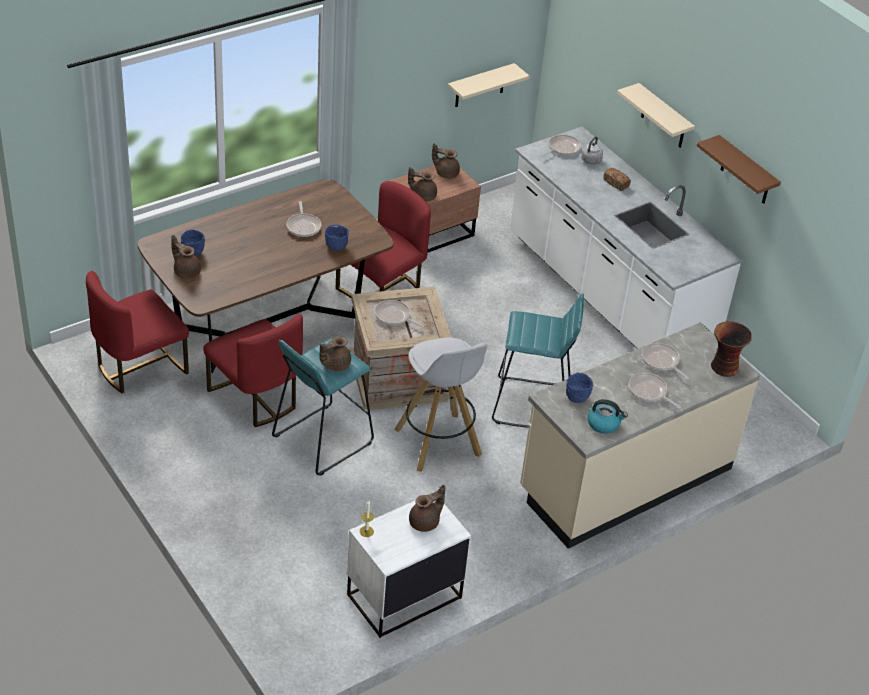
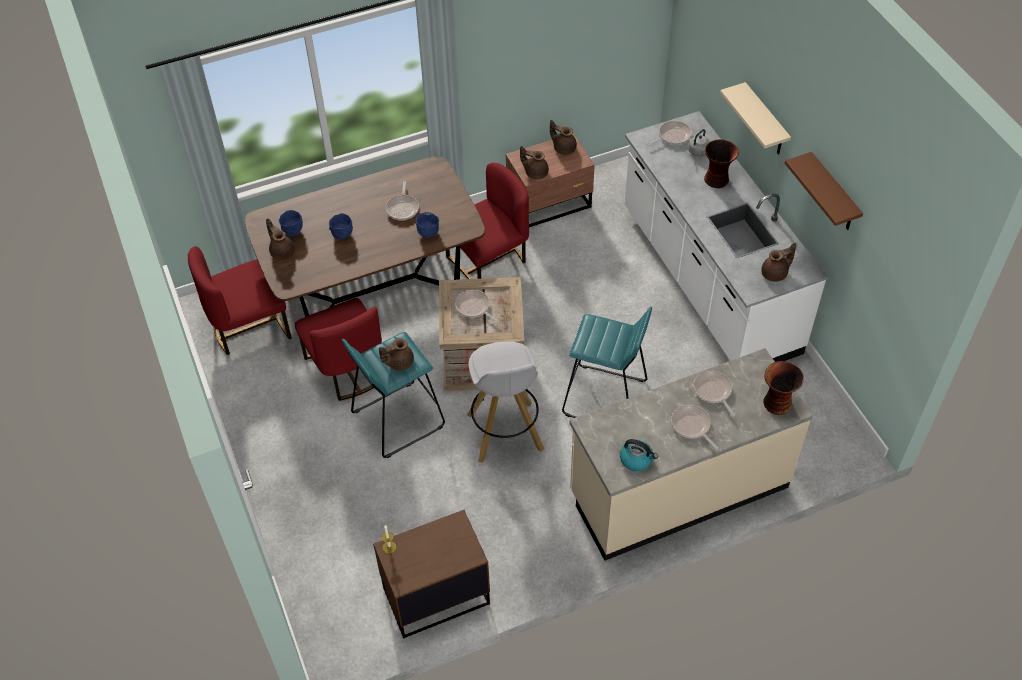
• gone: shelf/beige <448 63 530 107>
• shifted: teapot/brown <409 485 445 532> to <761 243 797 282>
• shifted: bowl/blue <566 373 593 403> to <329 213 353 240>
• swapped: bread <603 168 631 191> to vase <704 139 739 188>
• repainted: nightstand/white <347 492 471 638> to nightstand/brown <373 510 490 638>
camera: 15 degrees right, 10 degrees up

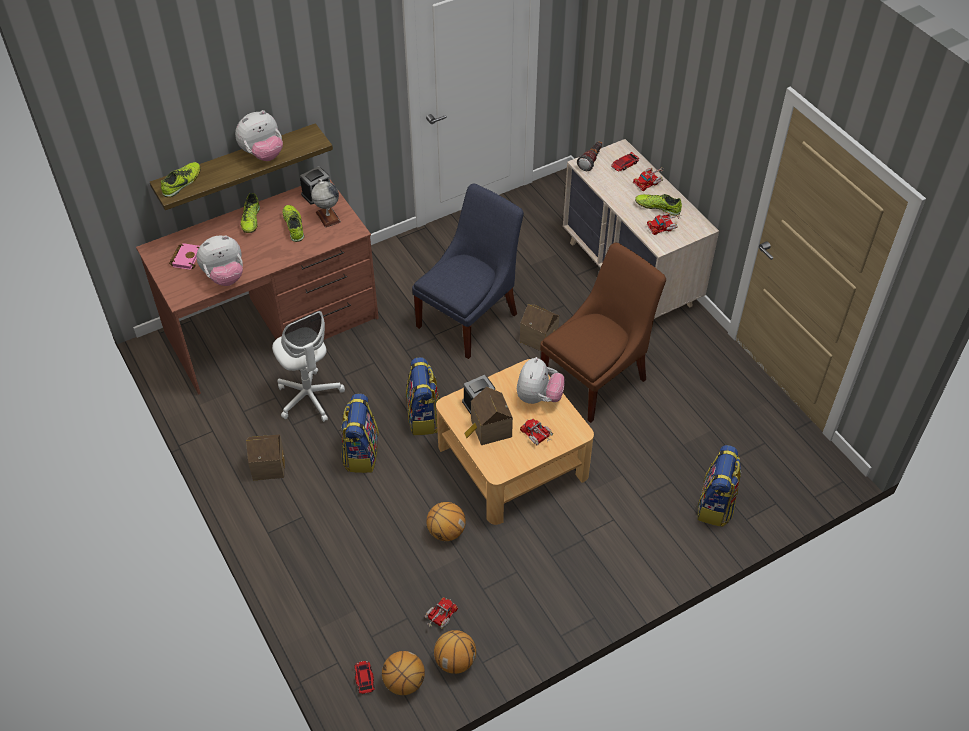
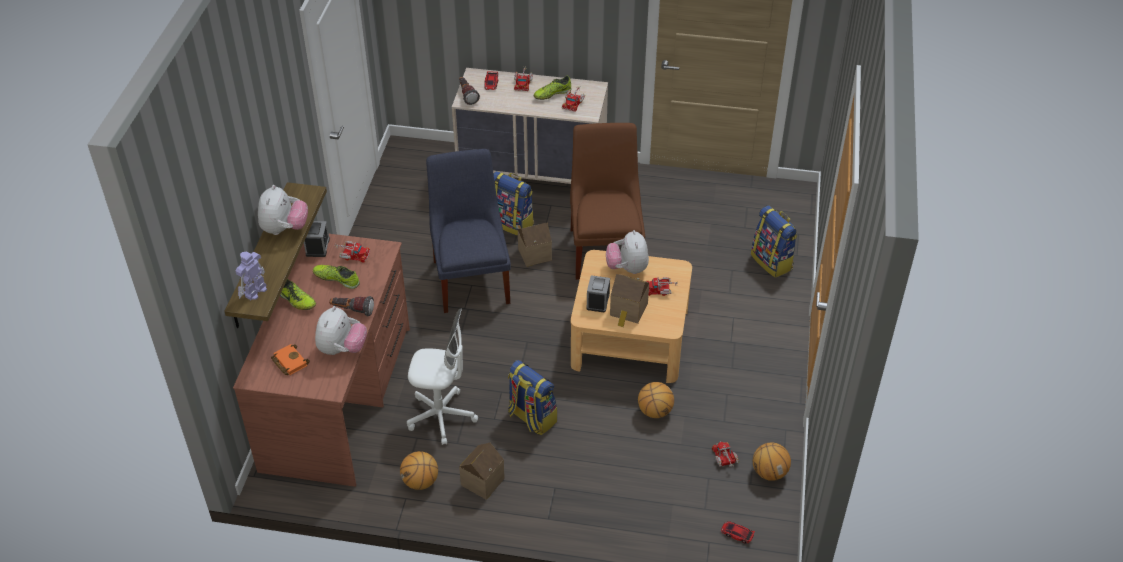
• new: flashlight <329 296 374 316>
• shifted: basketball <382 651 425 695> to <400 451 438 490>
• shifted: backpack <406 357 439 435> to <493 171 534 236>
• swapped: shoe <161 162 201 197> to toy robot <236 252 267 300>
• swapped: globe <311 179 341 228> to toy truck <334 241 370 263>
• repainted: book/pink <169 243 200 270> to book/orange <271 344 310 375>
• rotated: plush toy <517 357 565 404> = <606 230 649 274> 150 degrees counterclockwise
camera: 50 degrees left, 5 degrees down

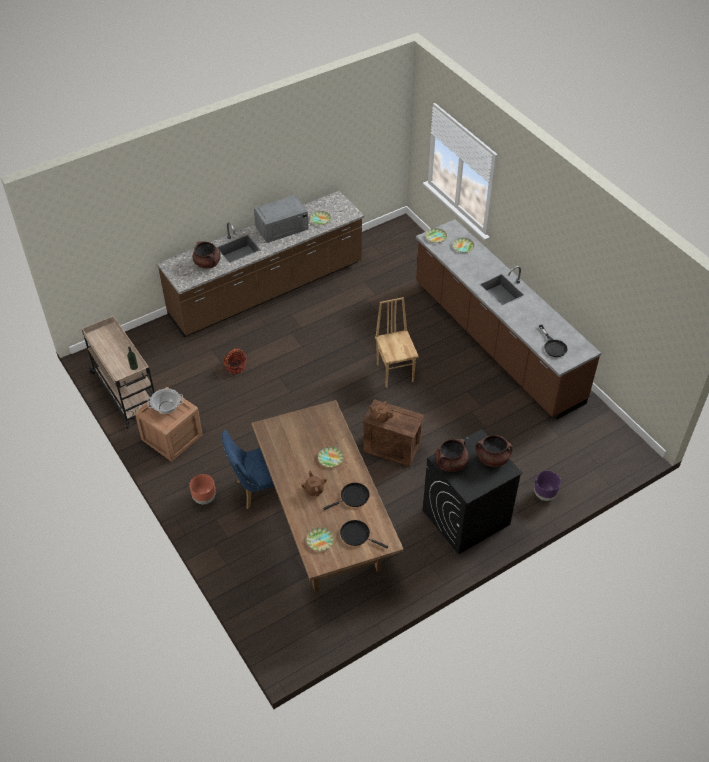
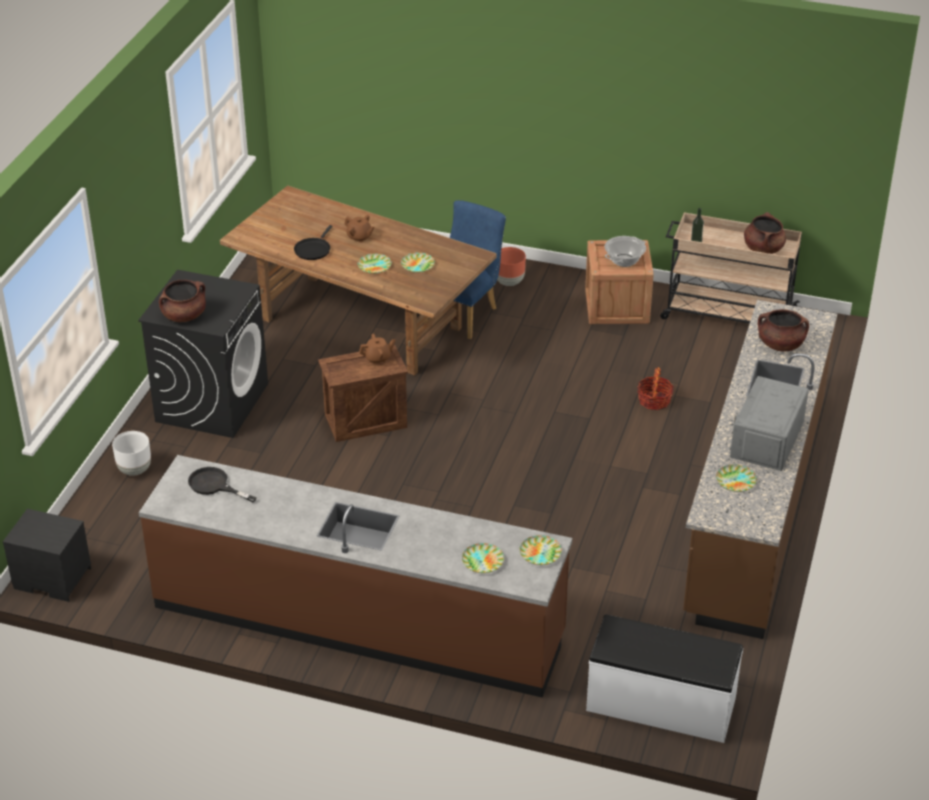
• gone: frying pan/black <340 520 388 548>
• gone: chair/brown <375 297 419 388>
• new: nightstand/black <3 509 91 602>
• new: bench/white <586 615 743 743>
• shifted: plate <306 527 334 551> to <401 252 435 273>
• shifted: cooking pot/brown <435 439 469 472> to <744 212 786 254>
• repainted: planter/purple <534 471 561 501> to planter/white <112 431 151 476>
camera: 140 degrees right, 10 degrees down

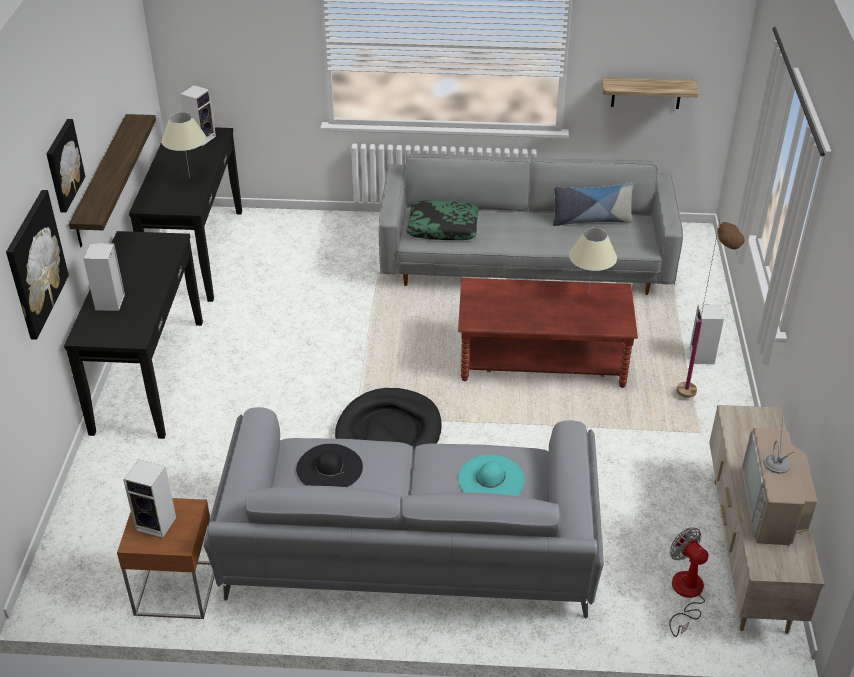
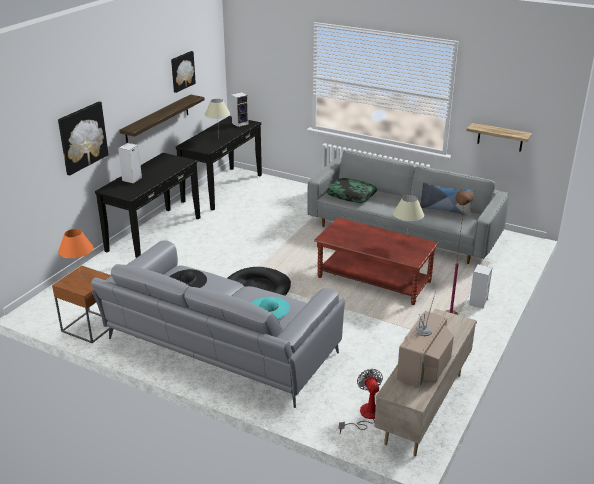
• shifted: picture <46 119 85 213> to <171 51 196 93>
• swapped: speaker <123 459 176 538> to table lamp/orange <58 229 93 278>
camera: 25 degrees right, 10 degrees down

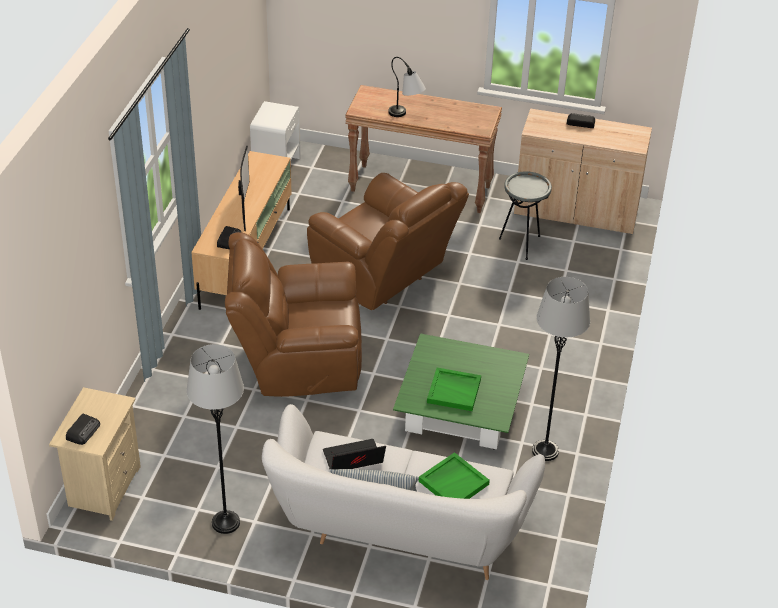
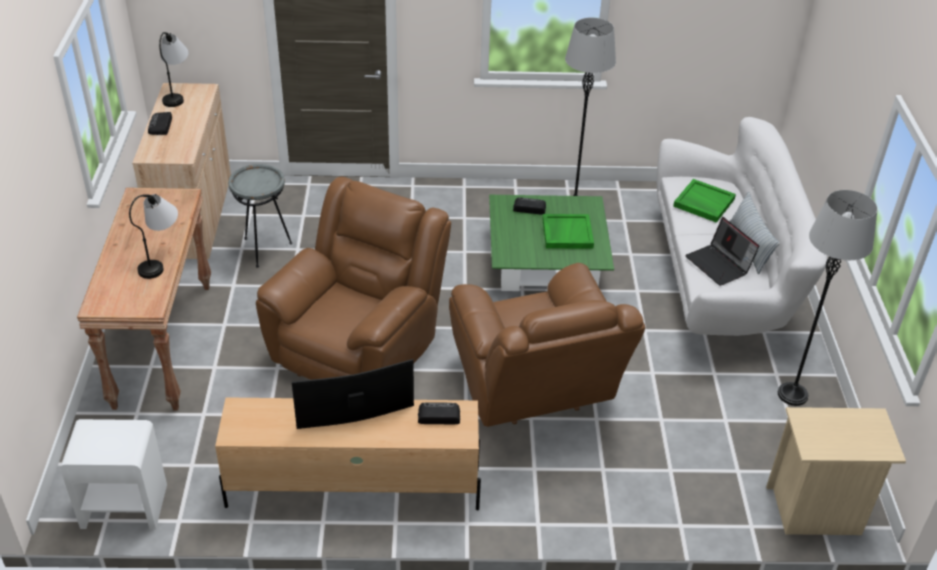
• new: table lamp <159 32 189 107>
• shifted: radio <66 414 100 445> to <513 197 546 215>
camera: 105 degrees left, 0 degrees up

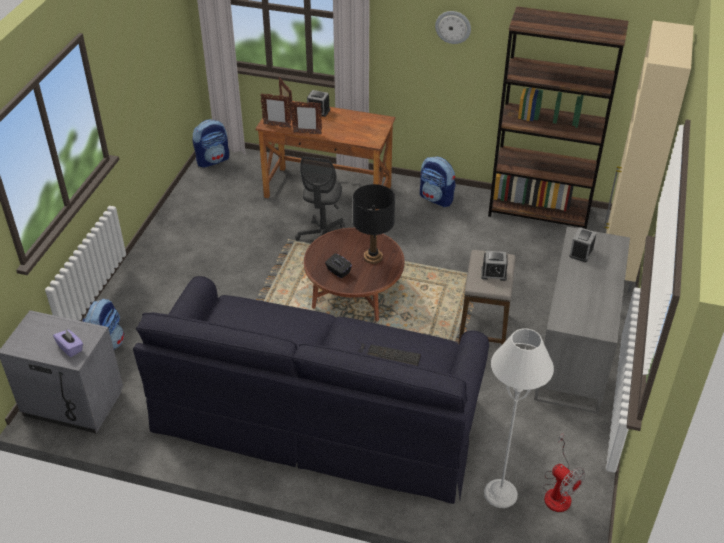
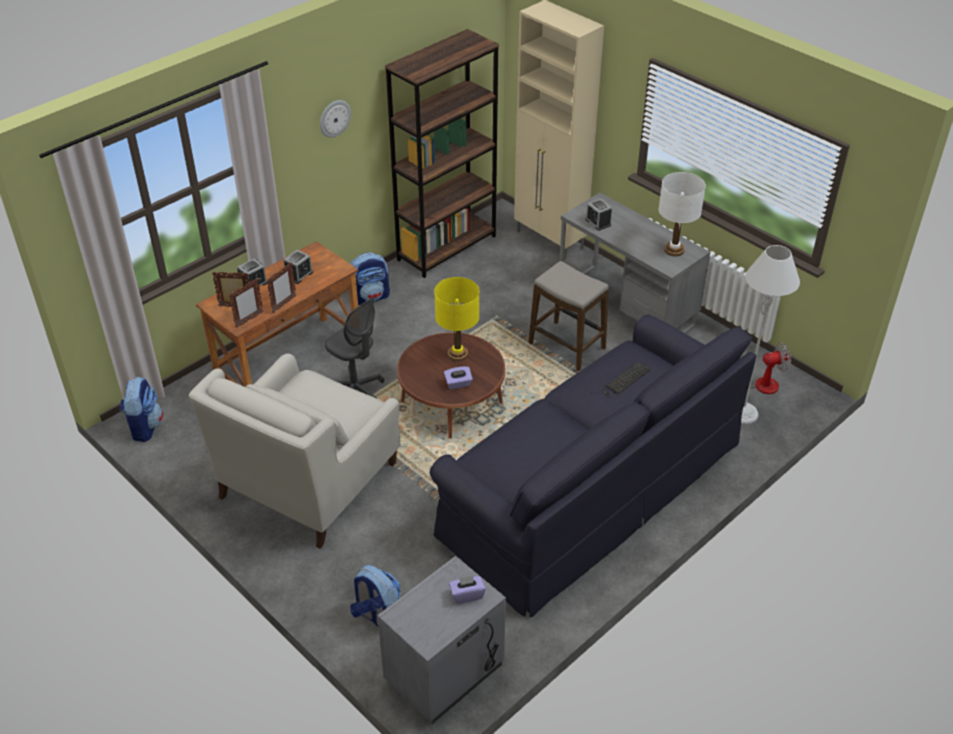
• new: armchair/white <189 353 401 549>
• new: table lamp/white <659 172 706 257>
• shifted: alarm clock <481 251 508 281> to <284 250 313 284>
• repainted: tissue box/black <325 253 352 278> to tissue box/purple <444 366 473 389>
• repainted: table lamp/black <353 184 395 264> to table lamp/yellow <434 277 479 362>
camera: 60 degrees left, 0 degrees up

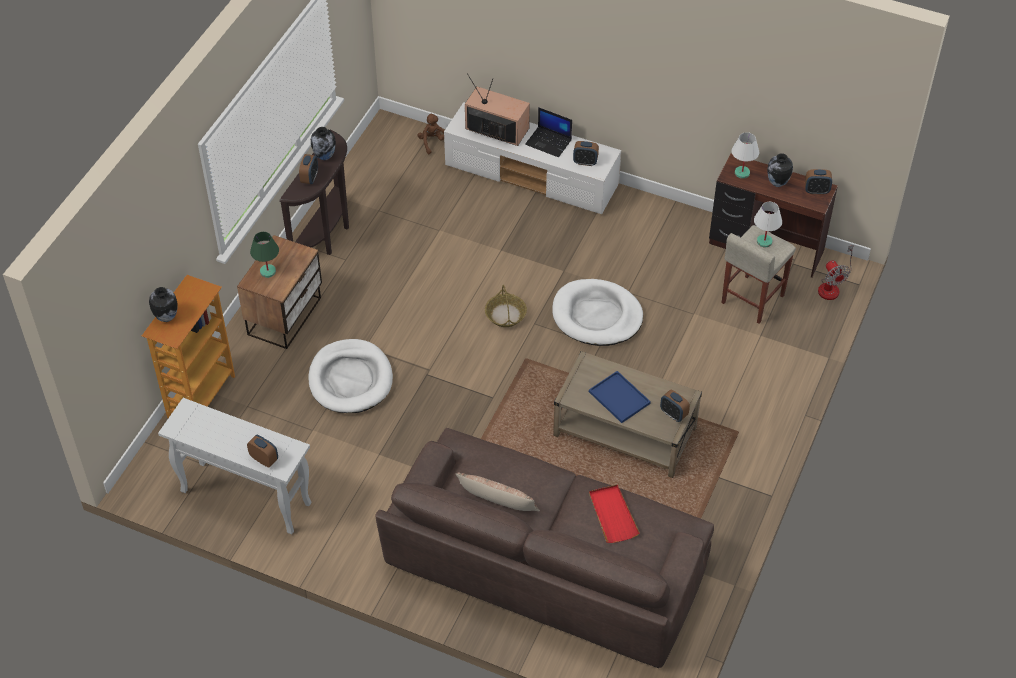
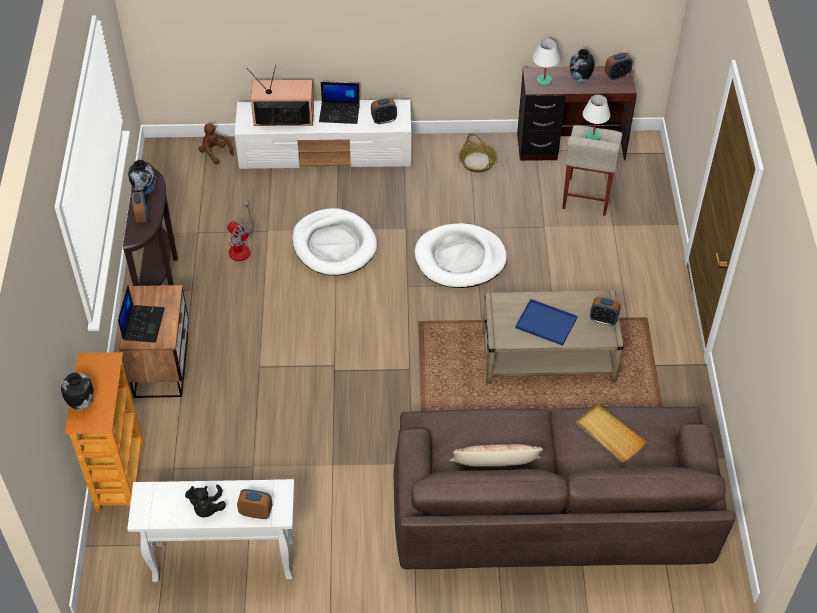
• new: plush toy/black <185 484 226 518>
• shifted: dog bed/white <308 339 393 413> to <292 208 377 275>
• shifted: basket <485 285 527 327> to <458 134 498 173>
• shifted: fan <818 245 854 300> to <227 200 254 261>
• swapped: table lamp/green <250 232 279 278> to laptop <118 285 165 343>
• repainted: tray/red <589 485 640 543> to tray/beige <576 404 647 462>
camera: 25 degrees left, 0 degrees up

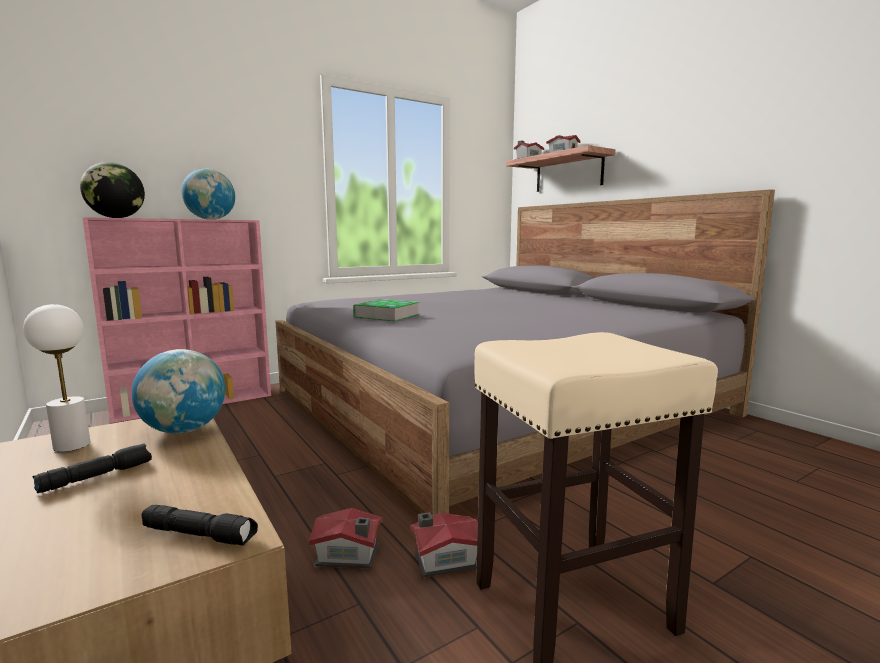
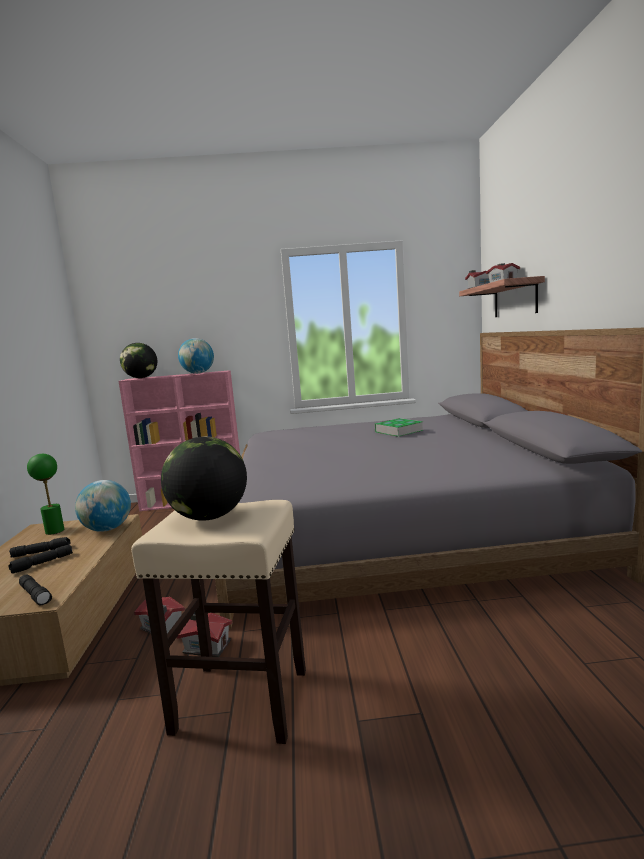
• new: flashlight/black <8 544 73 574>
• new: globe <161 436 247 521>
• shifted: book <353 299 419 321> to <375 418 423 437>
• repainted: table lamp/white <23 304 90 452> to table lamp/green <27 454 64 535>
camera: 30 degrees right, 0 degrees up

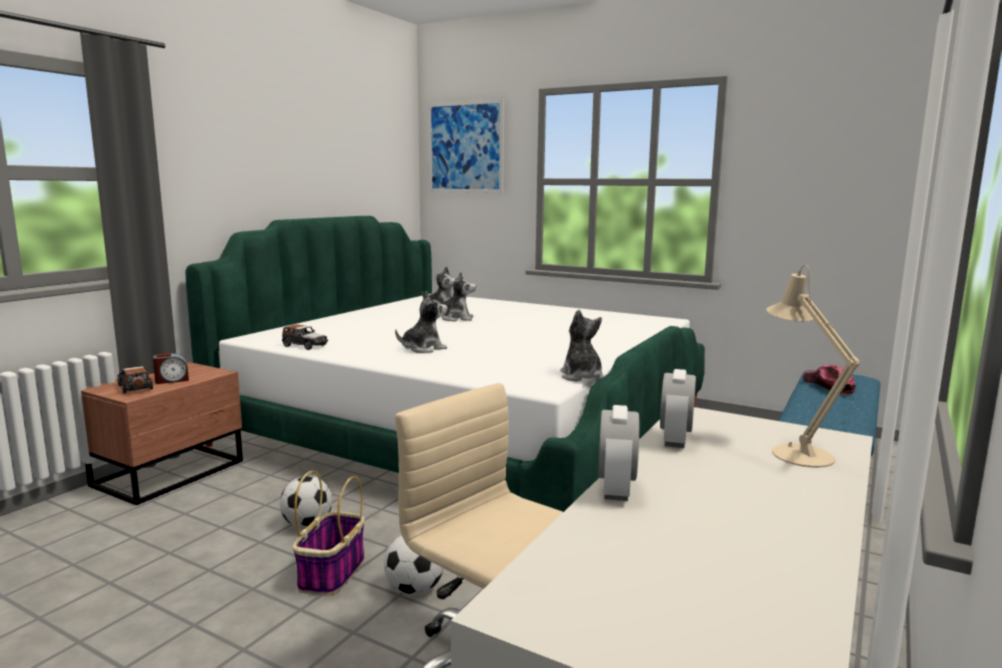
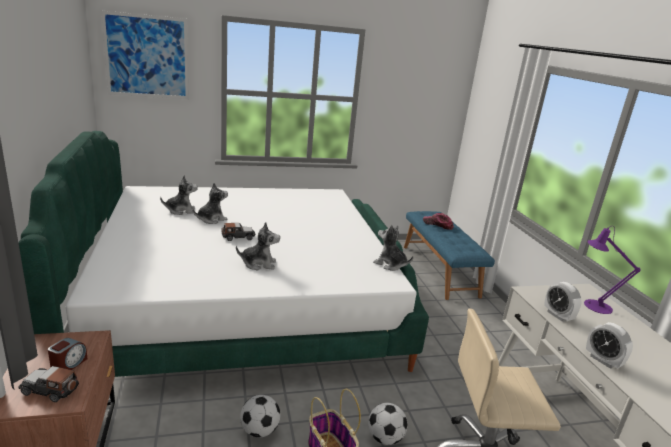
• shifted: toy car <282 324 328 350> to <221 223 255 241>
• repainted: table lamp/beige <766 265 860 468> to table lamp/purple <584 226 641 314>
• rotated: plush toy <395 291 448 353> = <236 222 280 271> 75 degrees clockwise
camera: 45 degrees left, 10 degrees up

